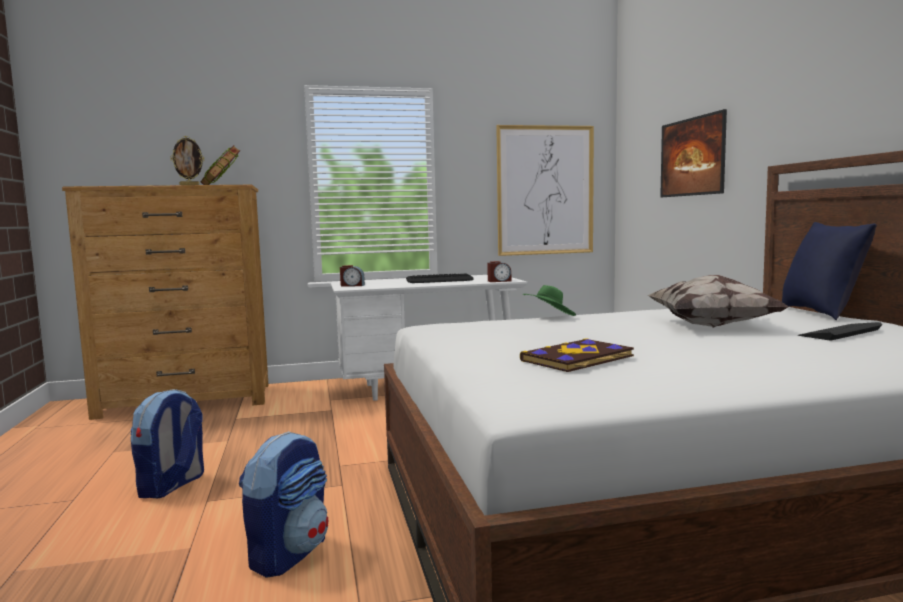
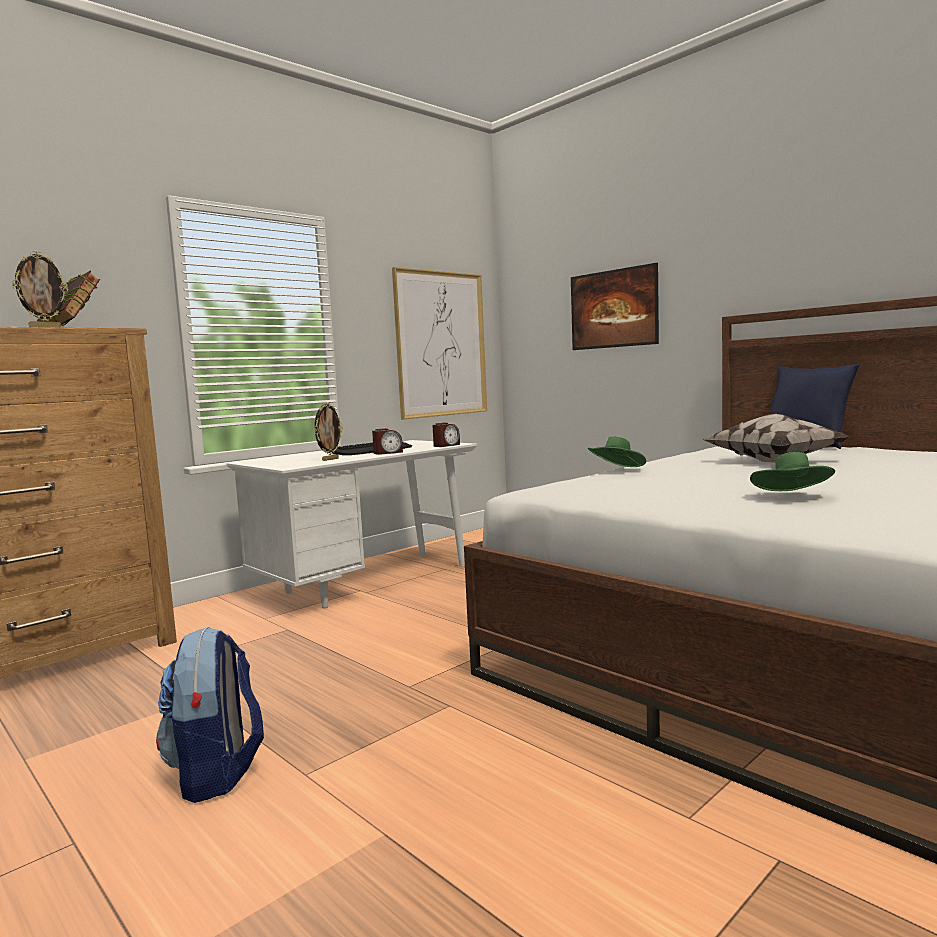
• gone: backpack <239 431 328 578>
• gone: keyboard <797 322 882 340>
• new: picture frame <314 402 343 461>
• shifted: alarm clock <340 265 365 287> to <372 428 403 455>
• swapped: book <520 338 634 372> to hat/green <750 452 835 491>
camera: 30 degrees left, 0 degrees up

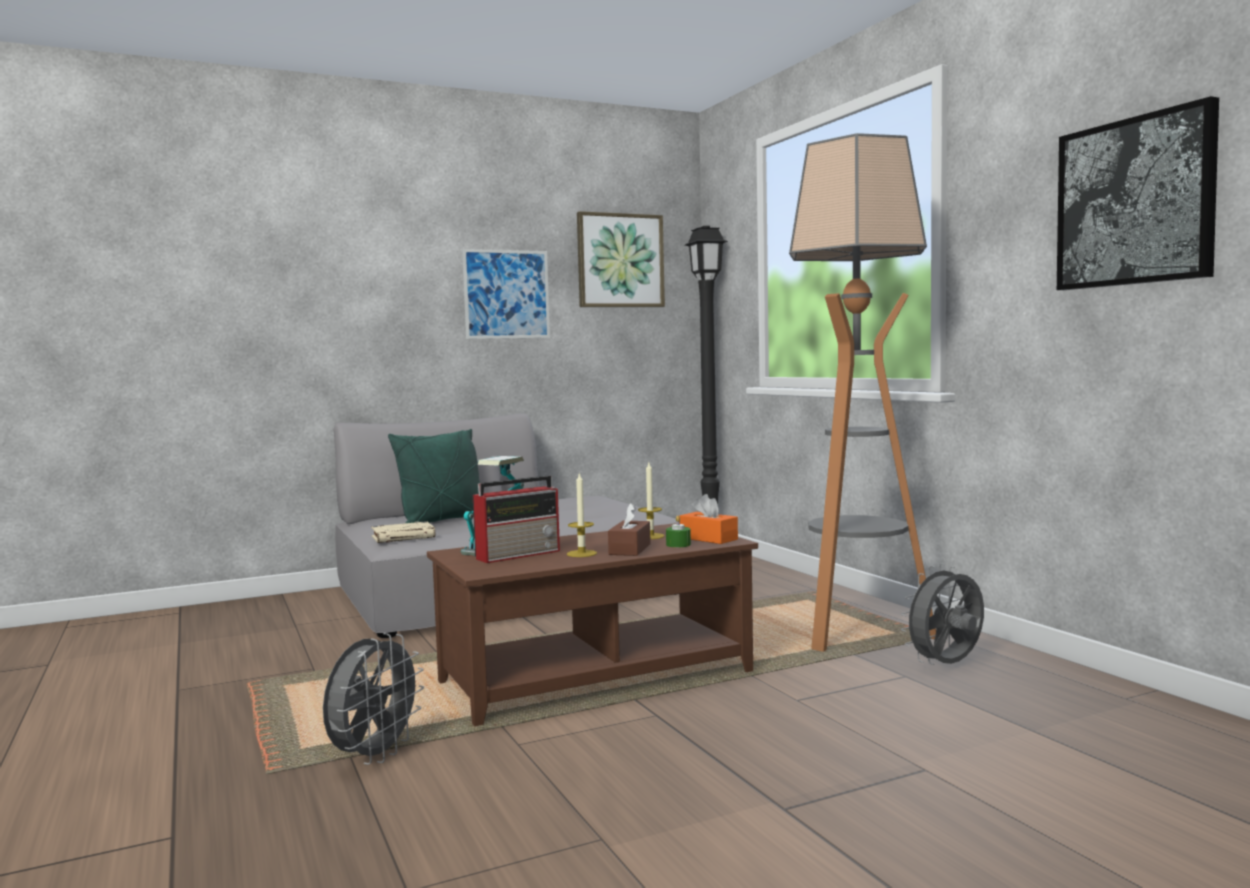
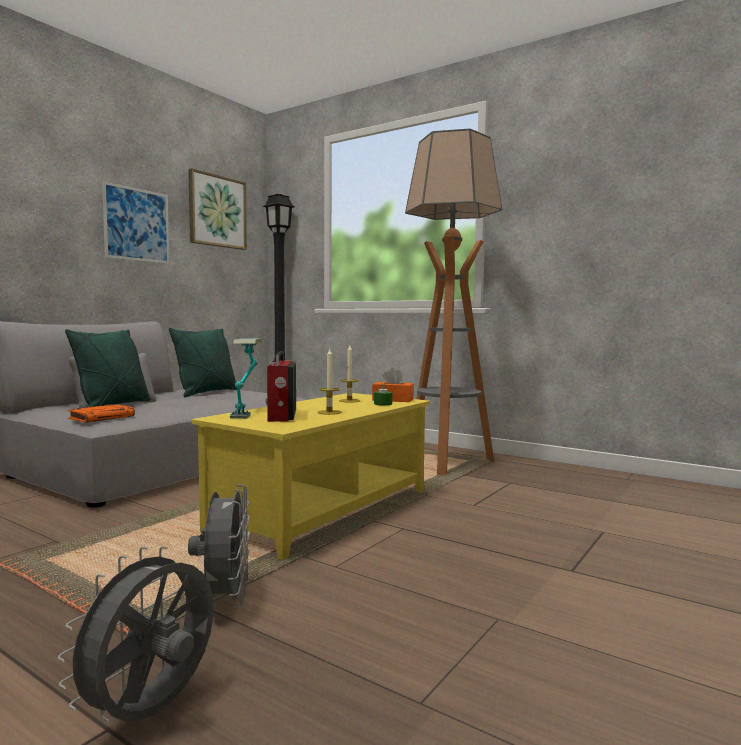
• gone: tissue box/brown <608 503 651 556>
• gone: picture <1057 96 1219 290>
• new: pillow/green <169 328 237 397>
• shifted: fan/grey <901 564 984 665> to <58 546 214 723>
• repainted: book/beige <371 521 435 543> to book/orange <68 404 135 423>
• repainted: coffee table/brown <427 523 758 726> to coffee table/yellow <192 393 430 560>
• rotated: radio <473 476 560 563> = <266 351 296 422> 150 degrees clockwise
camera: 30 degrees left, 0 degrees up

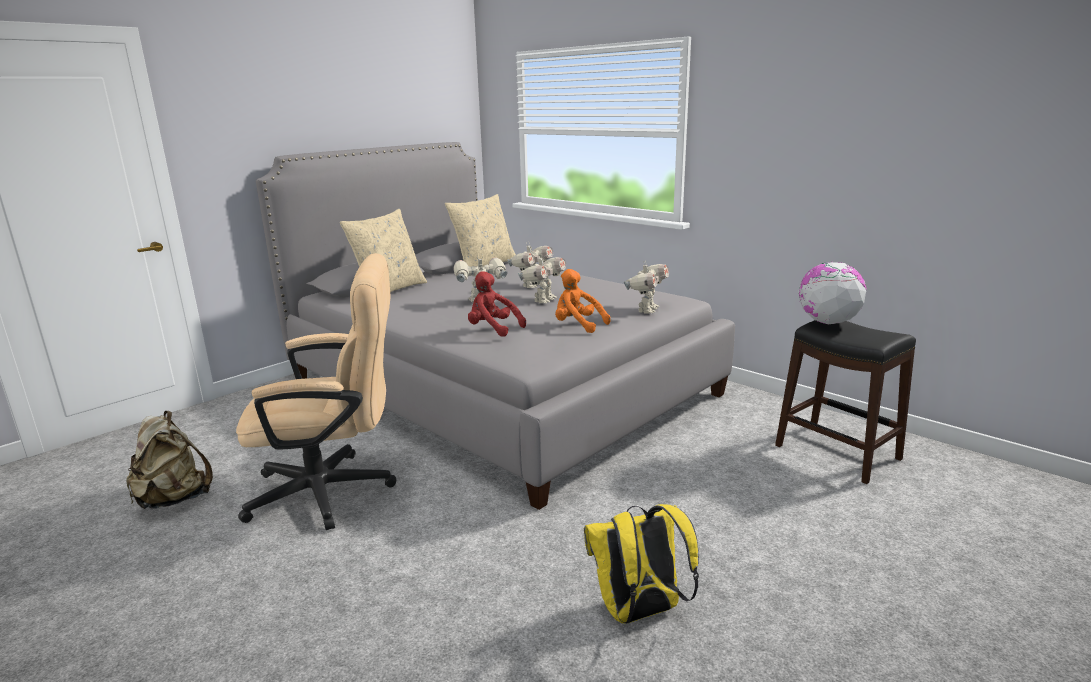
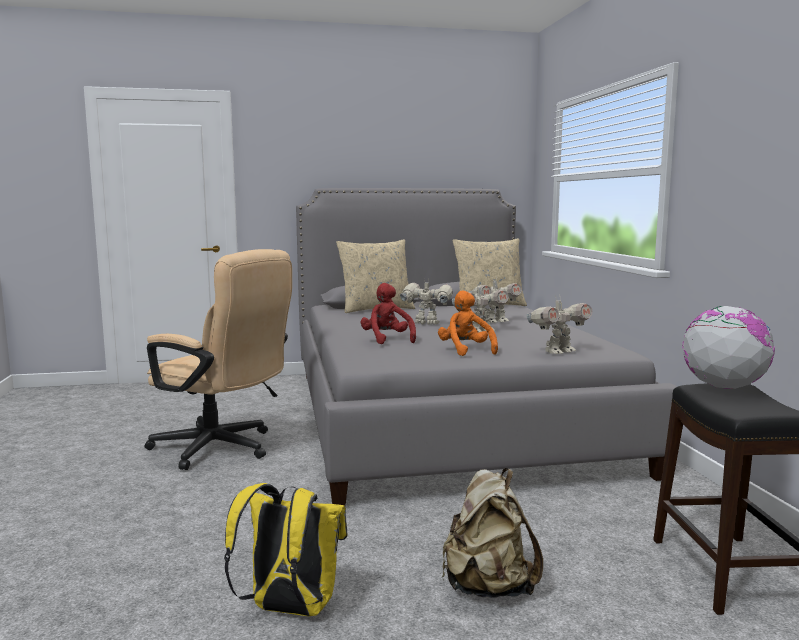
• shifted: backpack/beige <126 411 213 509> to <442 468 543 598>
camera: 35 degrees right, 10 degrees down

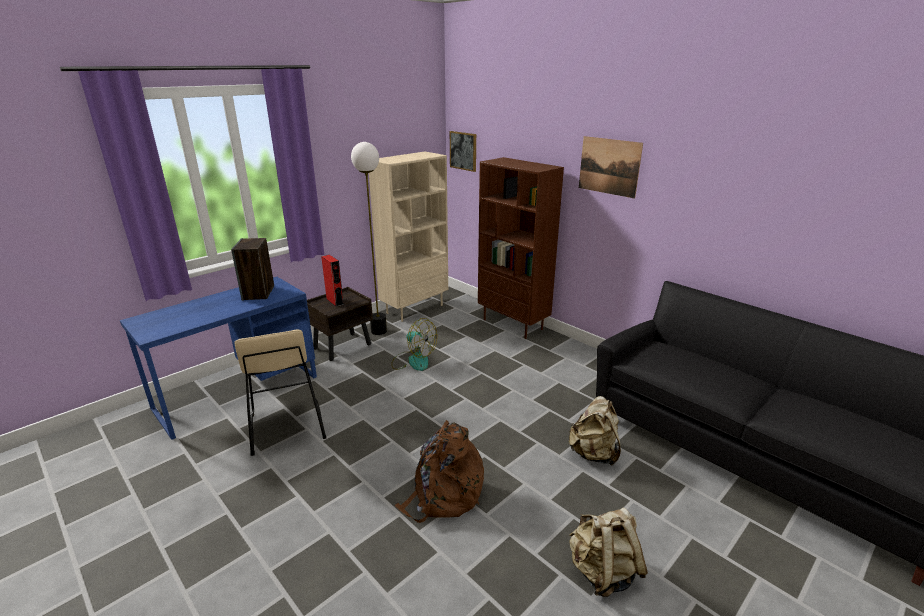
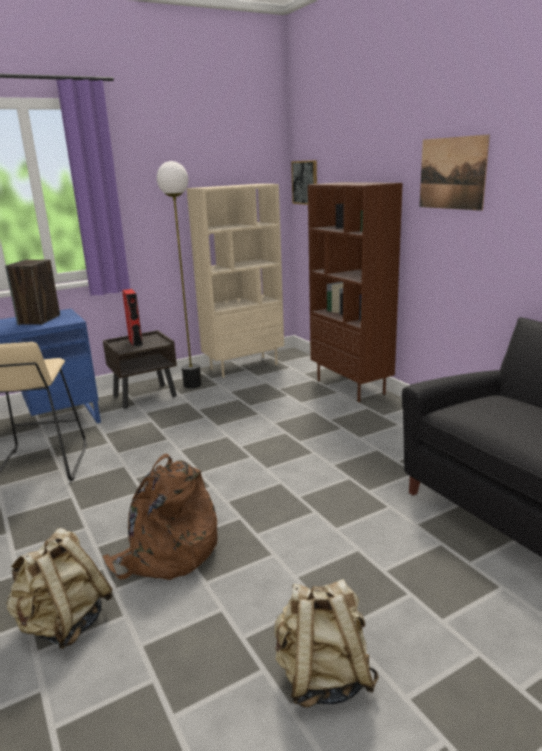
• gone: fan <391 318 437 371>
• shifted: backpack/beige <568 396 621 466> to <6 528 112 650>
camera: 15 degrees right, 5 degrees down

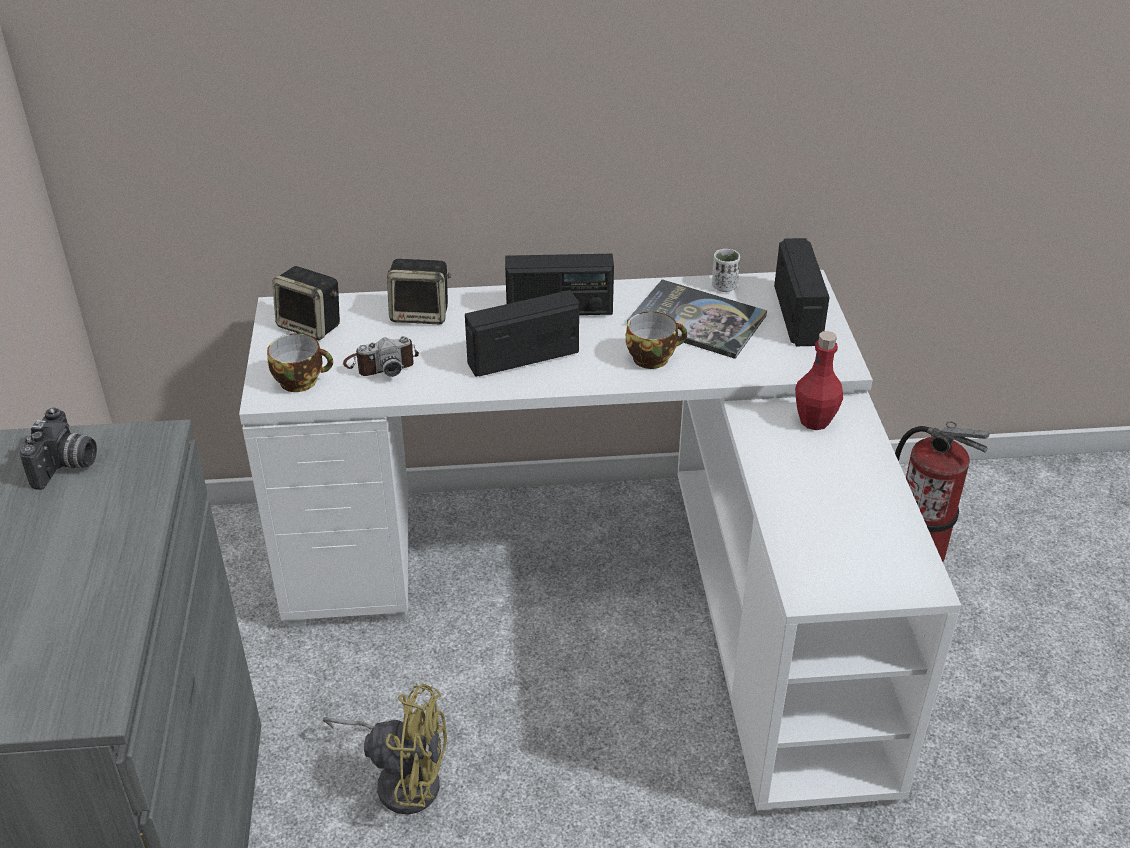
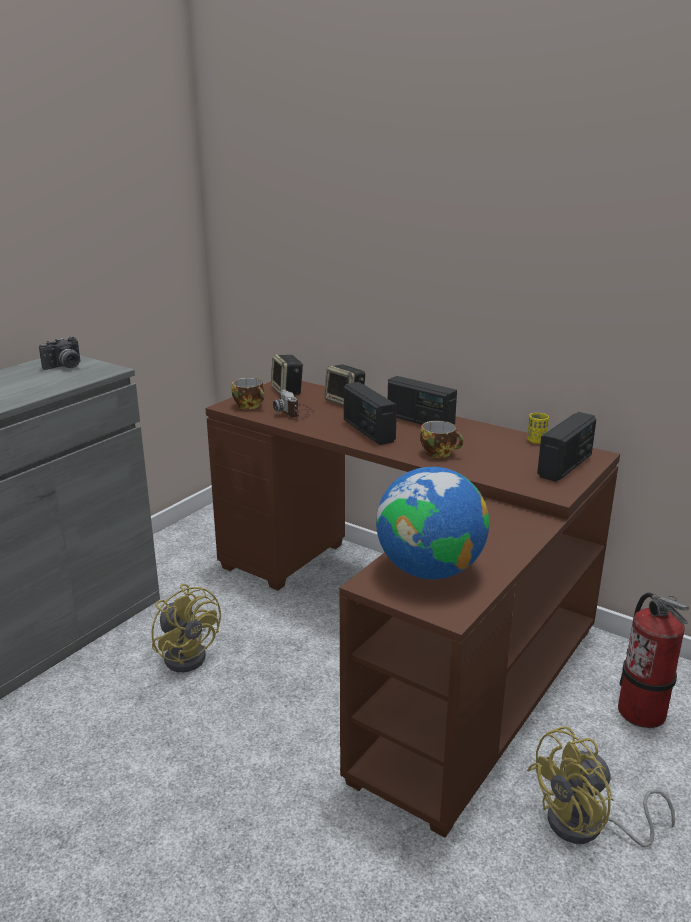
• gone: book <627 279 767 359>
• gone: bottle/red <795 331 843 430>
• new: globe <376 467 489 579>
• new: fan/yellow <527 726 675 847>
• repainted: desk/white <239 270 961 814> to desk/brown <205 381 620 838>
• repainted: cup/white <712 249 740 292> to cup/yellow <527 413 549 444>
• rotated: photo camera <343 336 419 377> = <273 389 315 418> 45 degrees clockwise
• rotated: radio <465 290 579 377> = <344 382 397 445> 135 degrees counterclockwise
camera: 40 degrees right, 15 degrees down

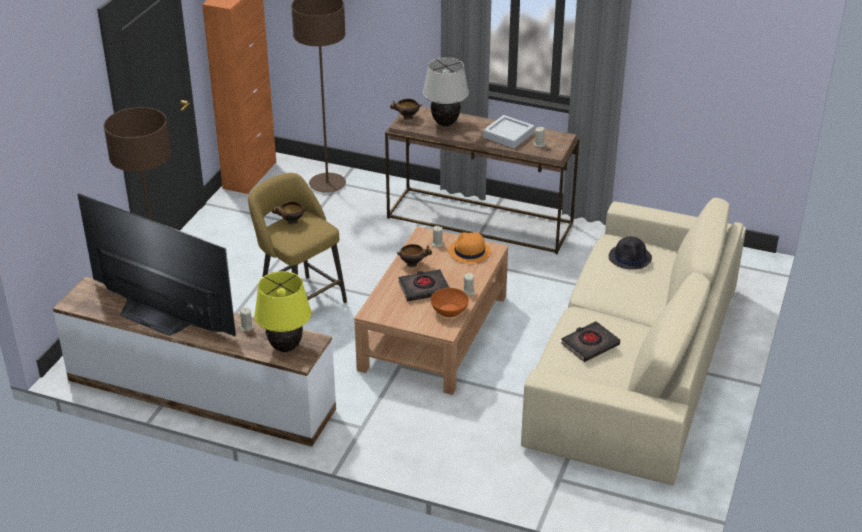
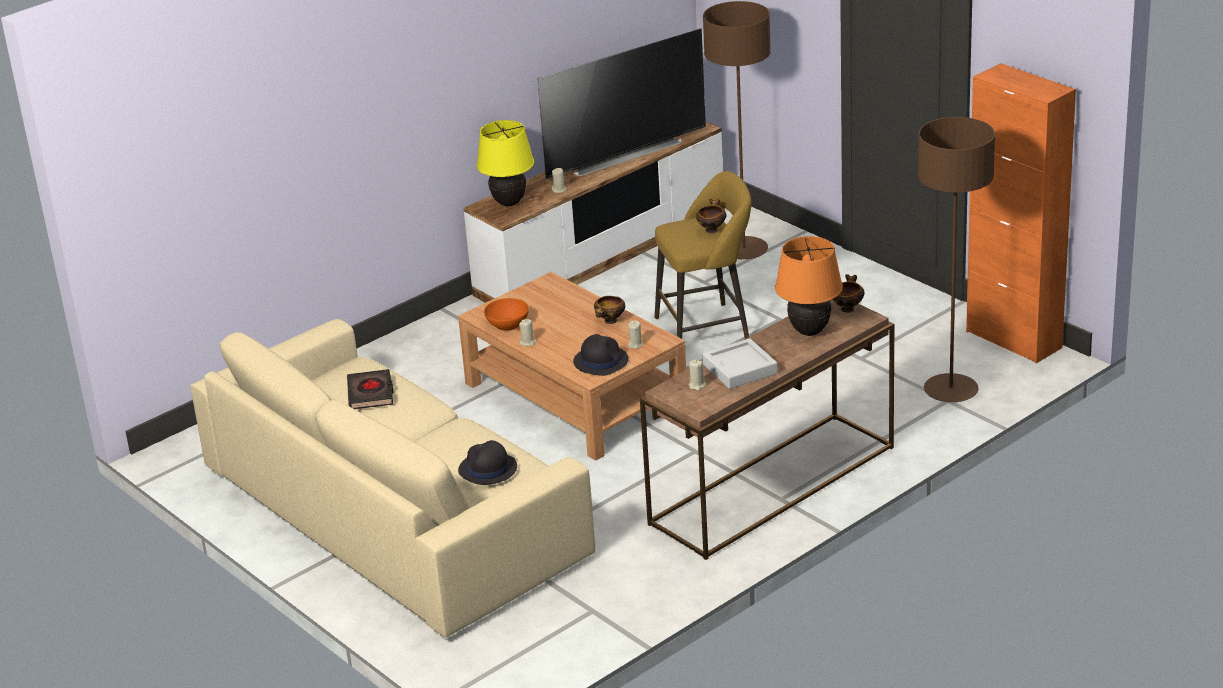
• gone: book/black <398 269 450 302>
• repainted: table lamp/beige <423 57 469 126> to table lamp/orange <775 236 843 336>
• repainted: hat/orange <448 232 491 263> to hat/black <573 334 629 376>
camera: 120 degrees right, 5 degrees down

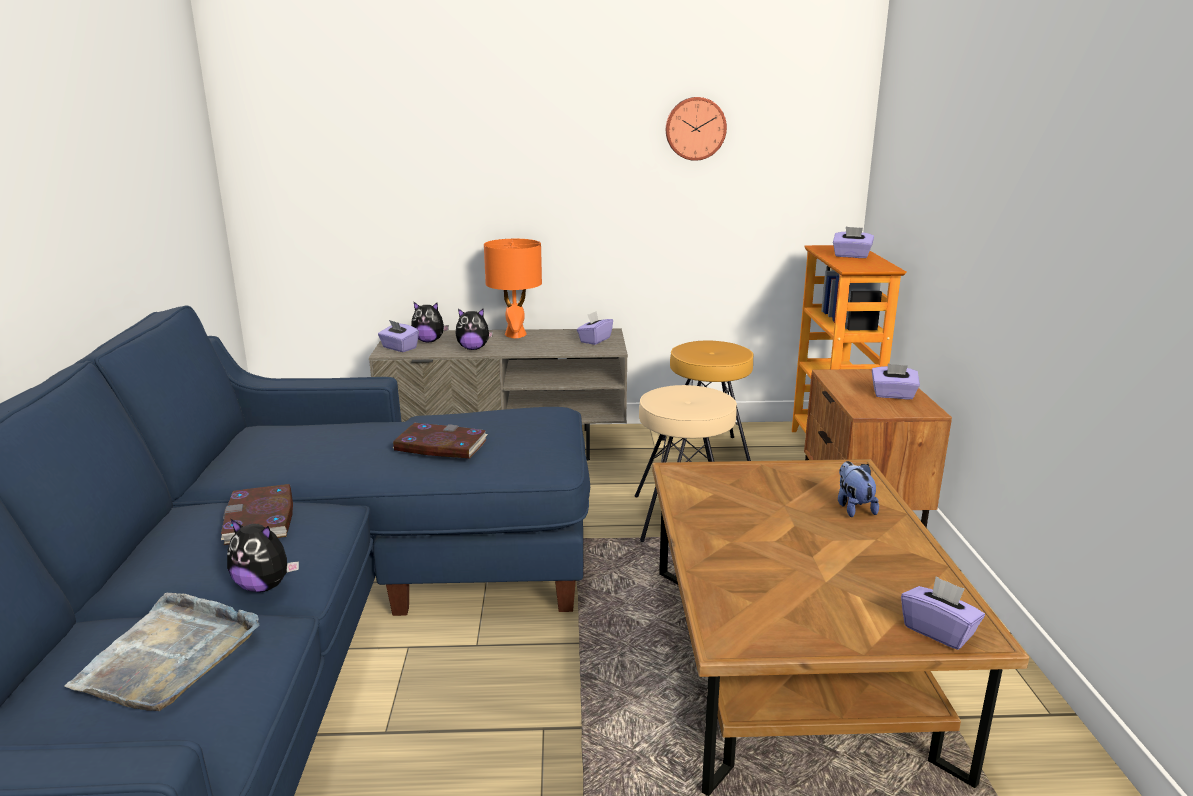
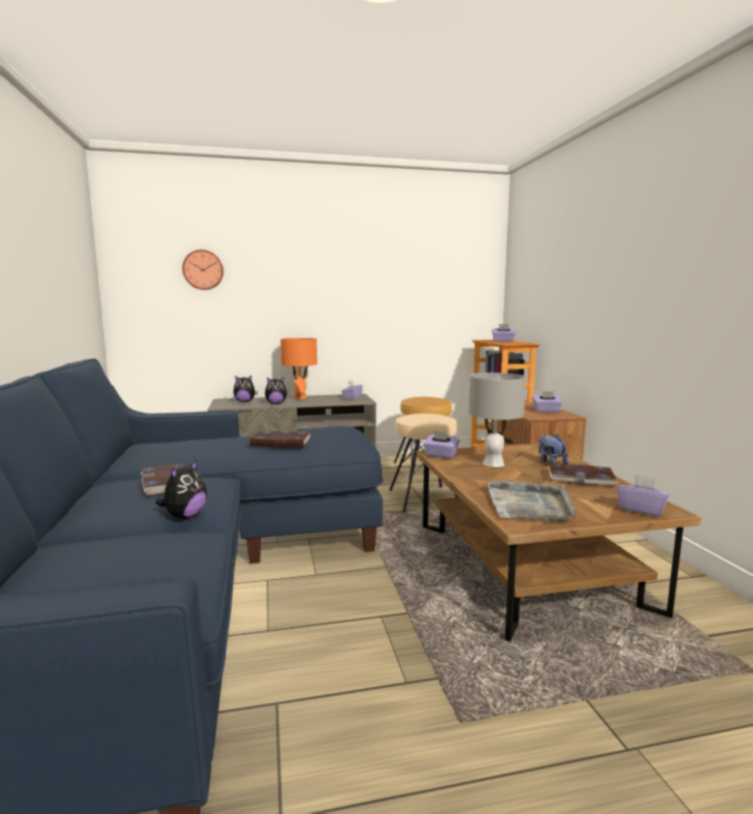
• new: table lamp/grey <469 373 526 467>
• new: book <548 463 618 486>
• shifted: tray/grey <64 593 259 711> to <488 481 576 522>
• shifted: tissue box/purple <378 320 419 352> to <423 431 460 459>
• shifted: wall clock <666 97 727 161> to <182 250 224 290>
• rotated: plush toy <227 519 299 592> = <155 459 207 519> 75 degrees counterclockwise
camera: 10 degrees left, 10 degrees down

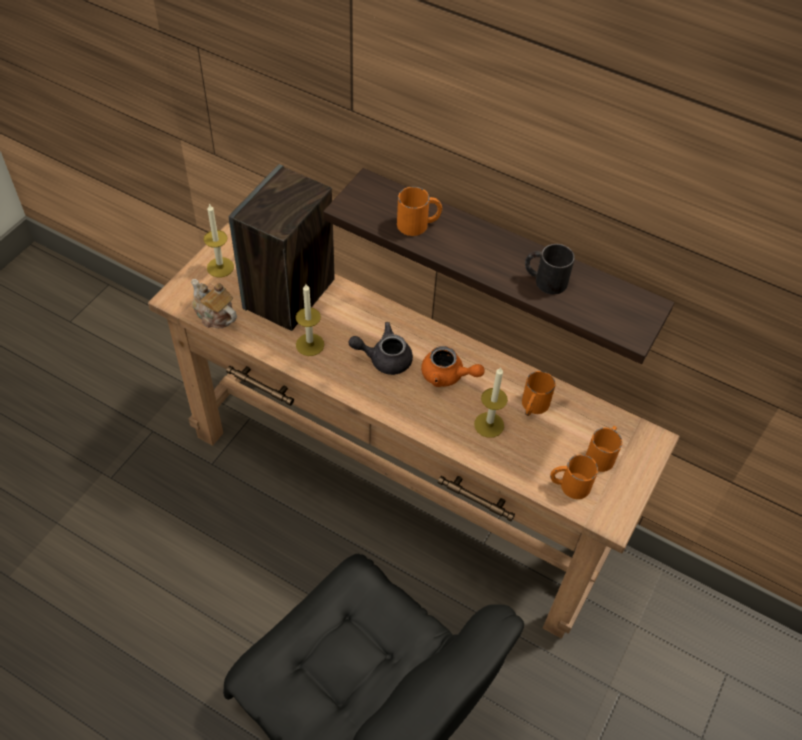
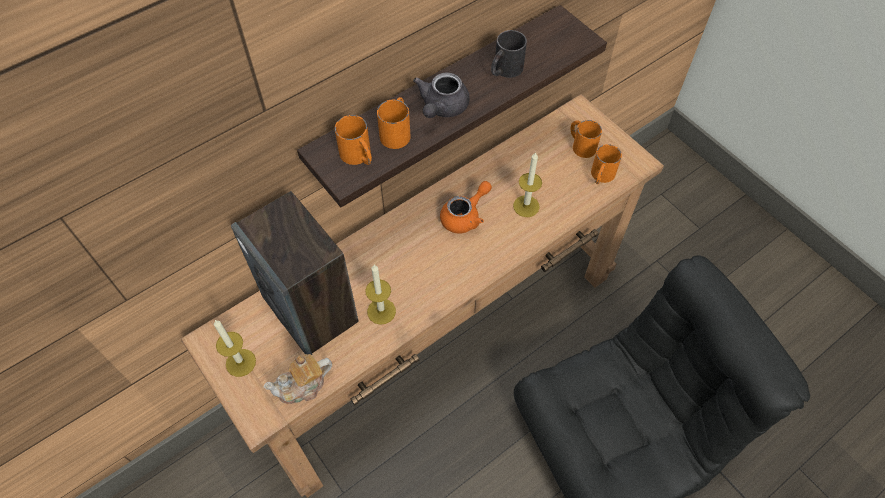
• shifted: teapot/grey <348 322 413 375> to <413 73 470 118>
• shifted: mug/orange <522 371 555 416> to <335 115 372 165>
camera: 65 degrees left, 5 degrees up

